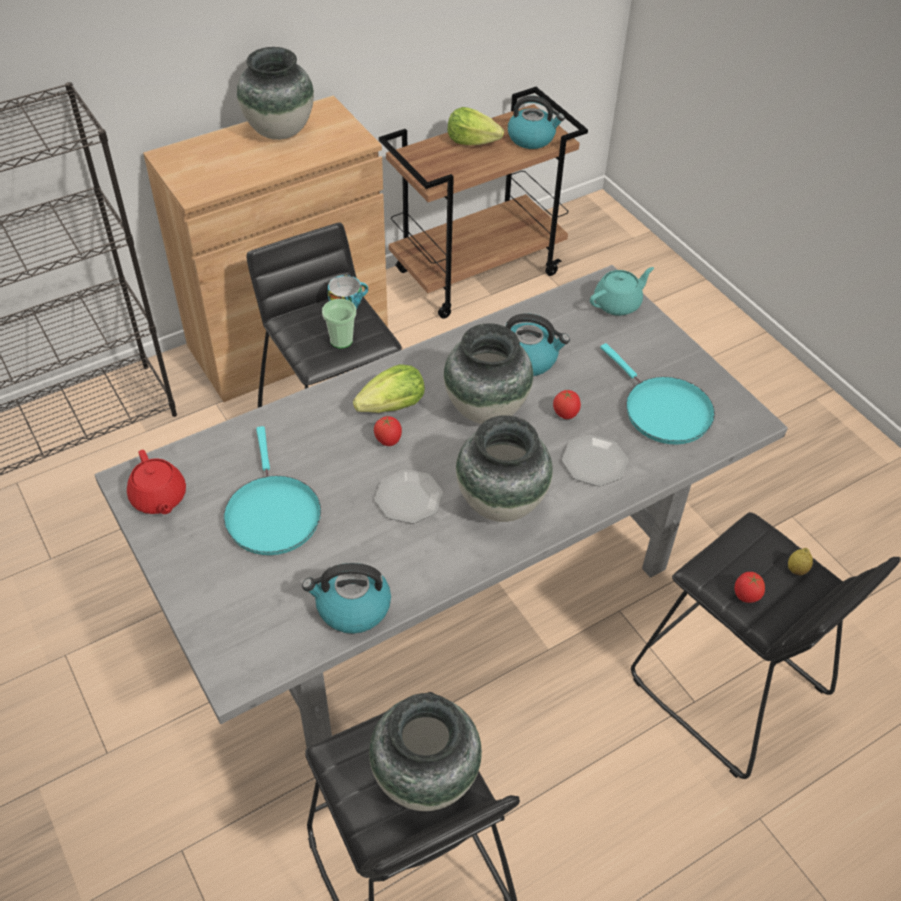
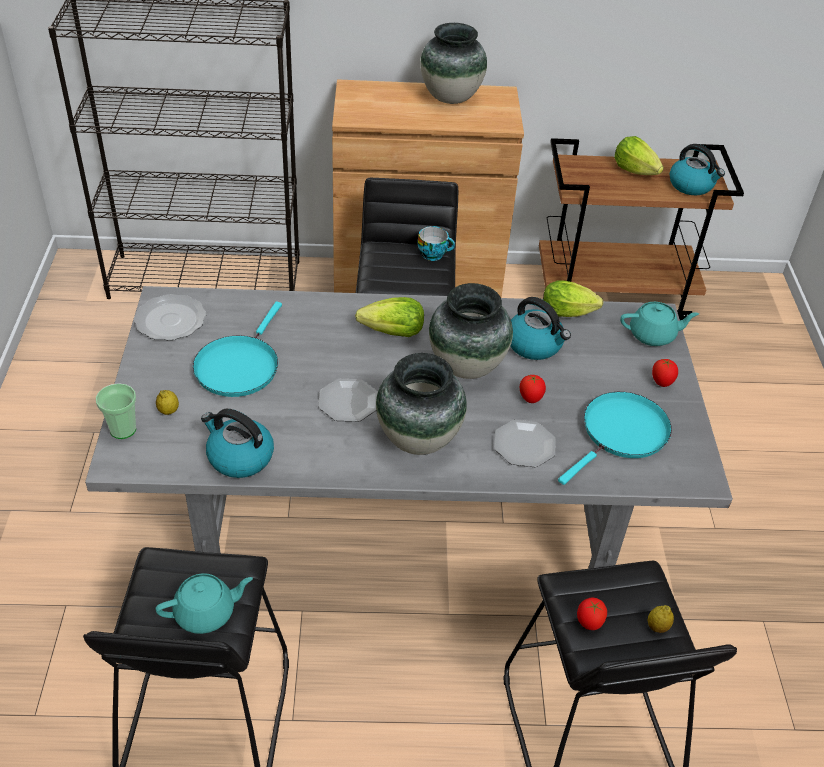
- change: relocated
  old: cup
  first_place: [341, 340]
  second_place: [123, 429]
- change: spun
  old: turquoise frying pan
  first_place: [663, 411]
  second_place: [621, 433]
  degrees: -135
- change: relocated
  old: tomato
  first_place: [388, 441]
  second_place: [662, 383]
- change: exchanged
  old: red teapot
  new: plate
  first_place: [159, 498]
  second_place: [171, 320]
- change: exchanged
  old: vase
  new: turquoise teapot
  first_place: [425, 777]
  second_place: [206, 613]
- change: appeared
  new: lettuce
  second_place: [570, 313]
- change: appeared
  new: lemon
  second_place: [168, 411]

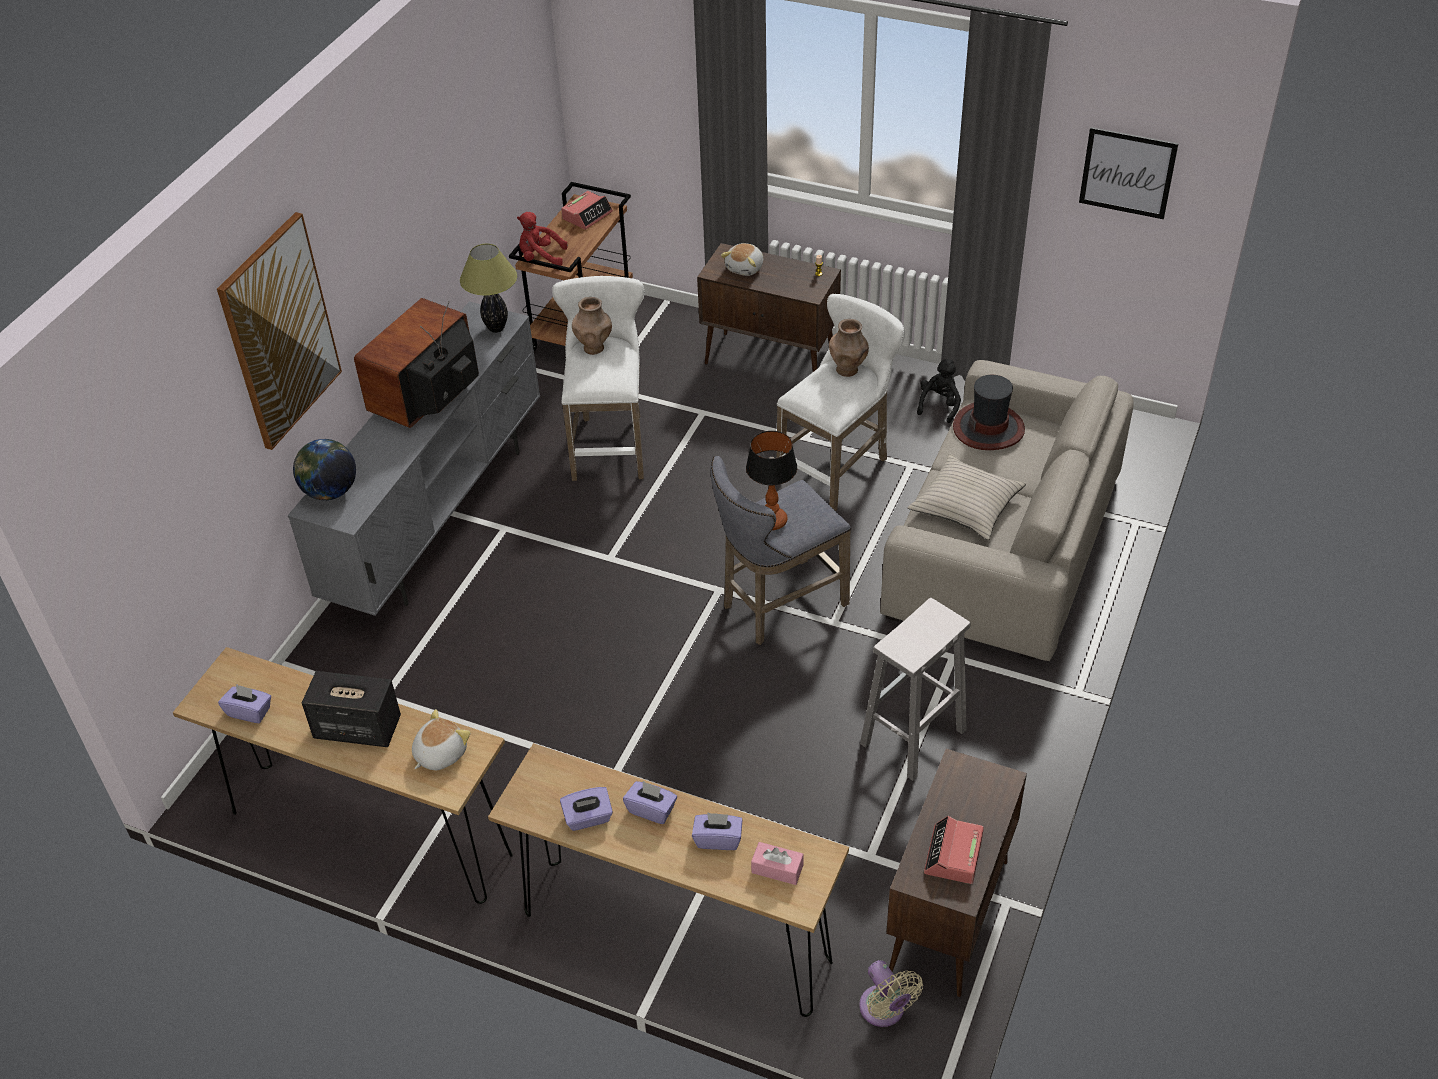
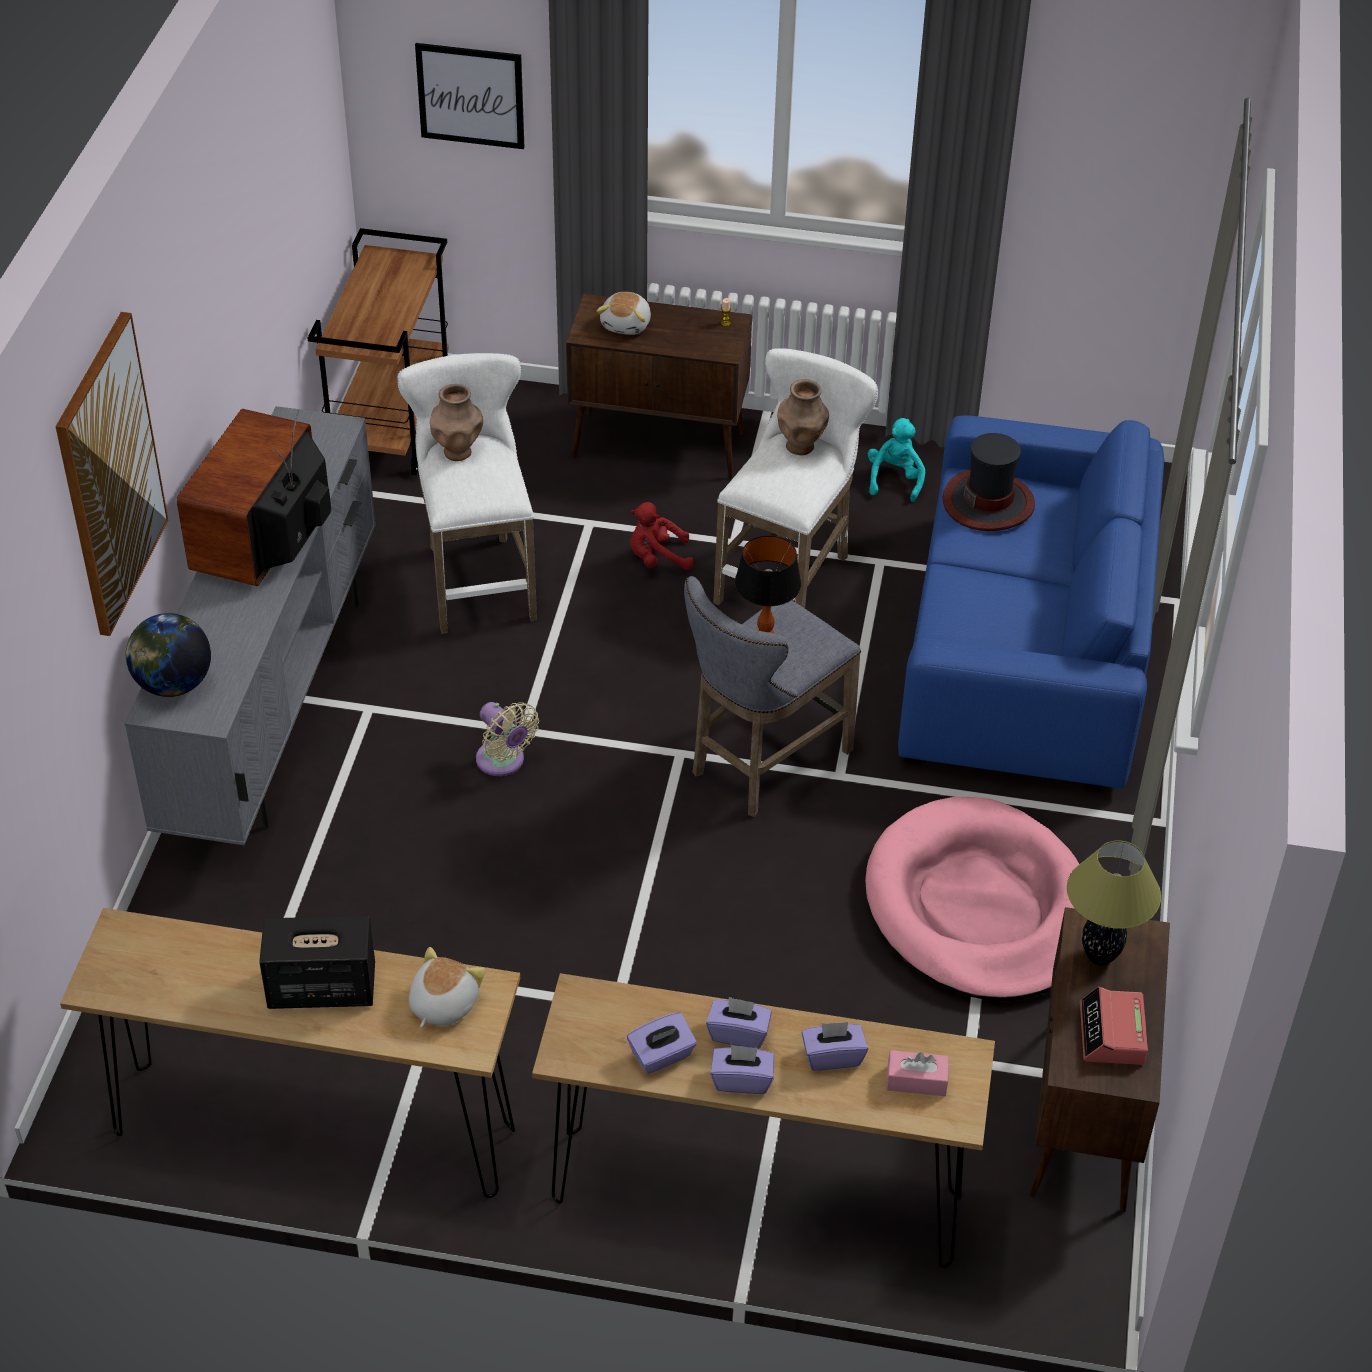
- change: relocated
  old: picture
  first_place: [1127, 172]
  second_place: [470, 95]
- change: missing
  old: alarm clock
  first_place: [587, 215]
- change: relocated
  old: red plush toy
  first_place: [540, 257]
  second_place: [657, 558]
- change: relocated
  old: table lamp
  first_place: [497, 328]
  second_place: [1100, 957]
- change: colour
  old: black plush toy
  new: turquoise plush toy
  first_place: [939, 405]
  second_place: [895, 479]
- change: colour
  old: beige sofa
  new: blue sofa
  first_place: [1004, 545]
  second_place: [1025, 651]
- change: missing
  old: beige pillow
  first_place: [966, 505]
- change: exchanged
  old: white stool
  new: pink dog bed
  first_place: [912, 738]
  second_place: [979, 908]
- change: relocated
  old: purple tissue box
  first_place: [249, 712]
  second_place: [741, 1080]
- change: relocated
  old: beige fan
  first_place: [884, 1010]
  second_place: [503, 762]

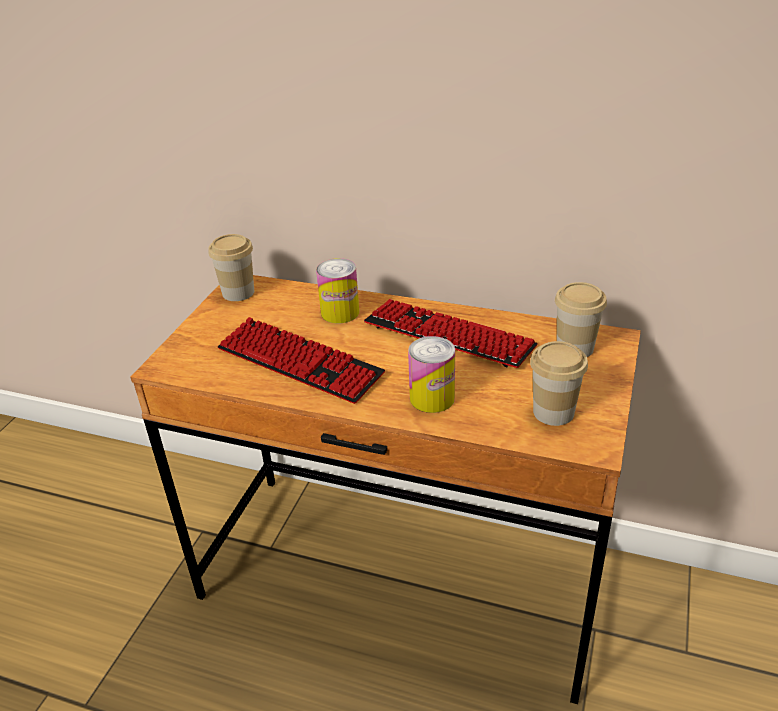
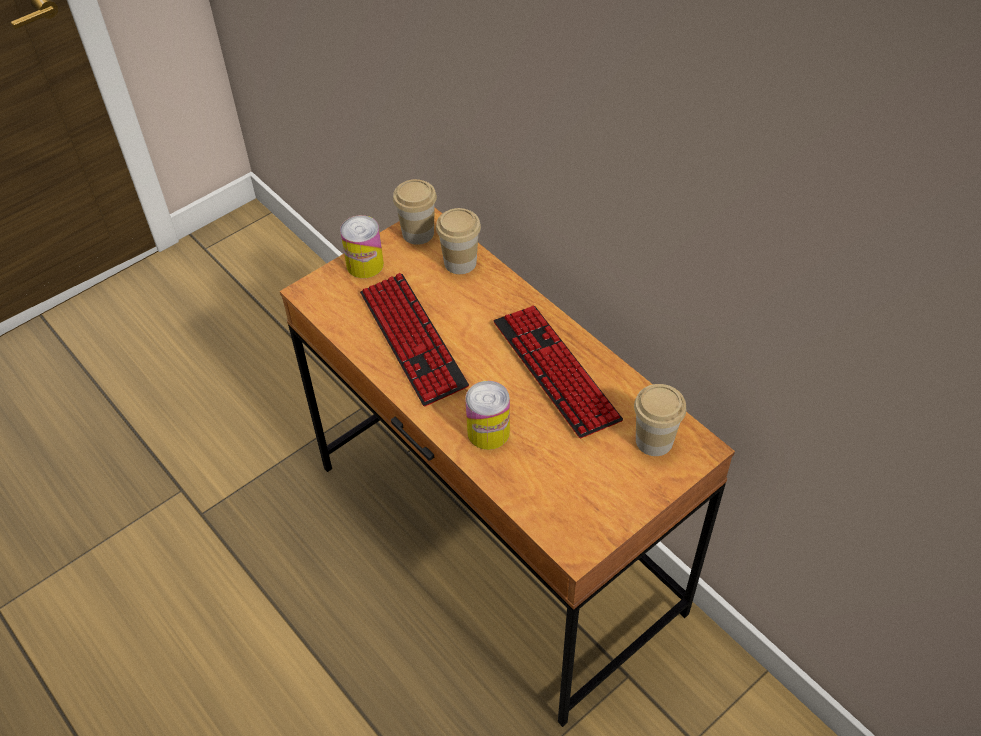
- change: relocated
  old: can
  first_place: [340, 312]
  second_place: [365, 264]
- change: relocated
  old: cup
  first_place: [553, 412]
  second_place: [460, 262]

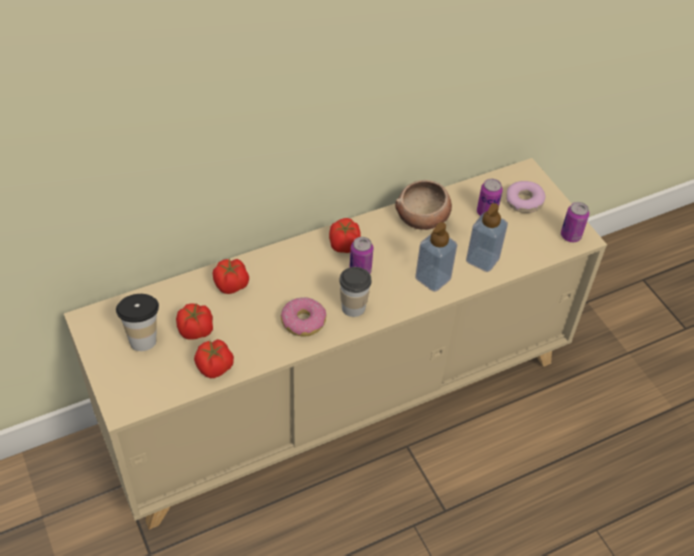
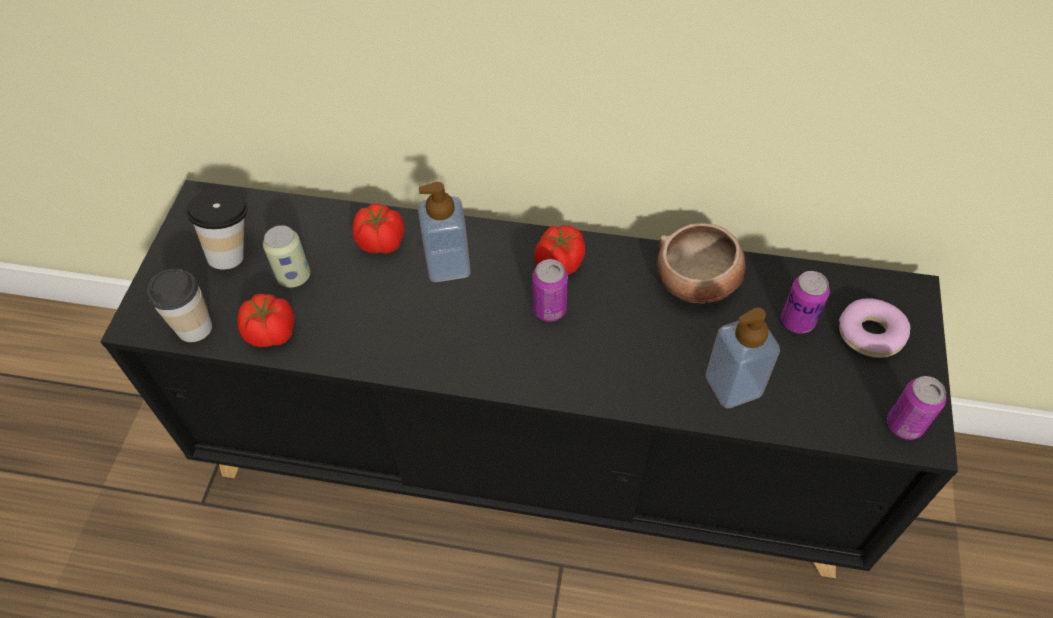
- change: colour
  old: beige cabinet
  new: black cabinet
  first_place: [341, 397]
  second_place: [532, 456]
- change: relocated
  old: soap dispenser
  first_place: [433, 278]
  second_place: [448, 265]
- change: relocated
  old: cup
  first_place: [353, 307]
  second_place: [194, 327]
- change: missing
  old: donut
  first_place: [303, 322]
- change: exchanged
  old: tomato
  new: can
  first_place: [196, 331]
  second_place: [294, 276]

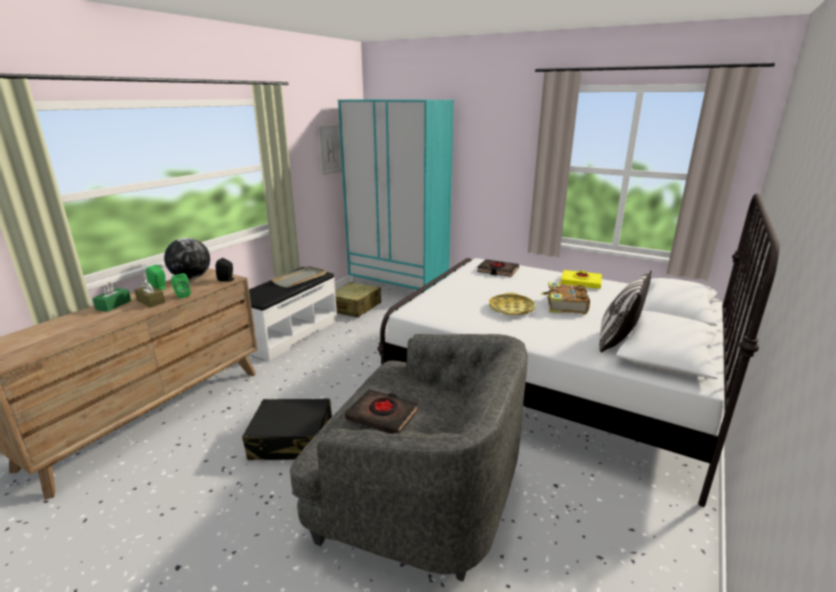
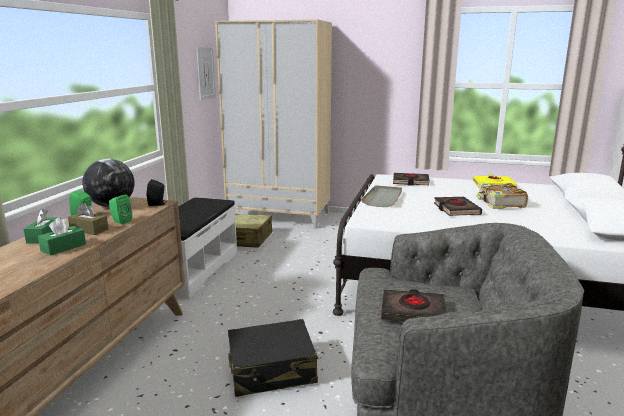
- change: colour
  old: turquoise wardrobe
  new: beige wardrobe
  first_place: [399, 286]
  second_place: [279, 216]
- change: relocated
  old: grey tray
  first_place: [300, 278]
  second_place: [383, 198]
- change: missing
  old: pillow
  first_place: [617, 341]
- change: exchanged
  old: yellow tray
  new: black book
  first_place: [511, 309]
  second_place: [456, 209]
- change: appeared
  new: green tissue box
  second_place: [63, 247]

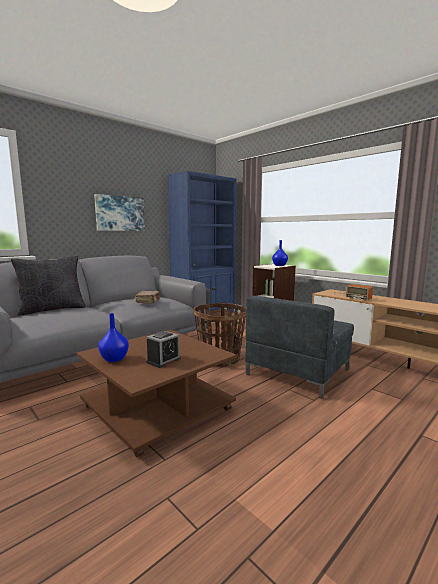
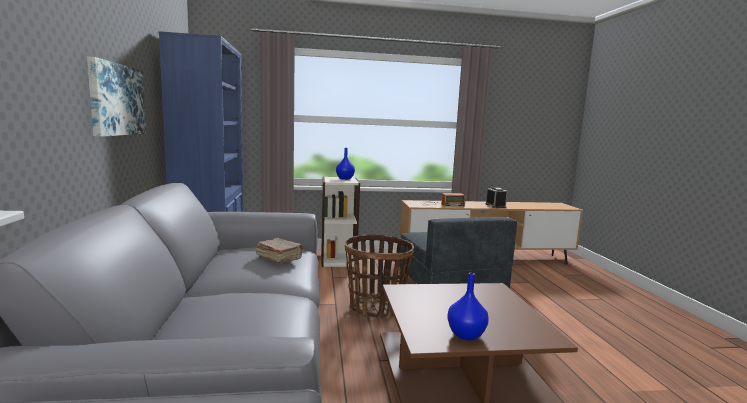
- change: missing
  old: black pillow
  first_place: [52, 309]
- change: relocated
  old: alarm clock
  first_place: [163, 360]
  second_place: [495, 206]

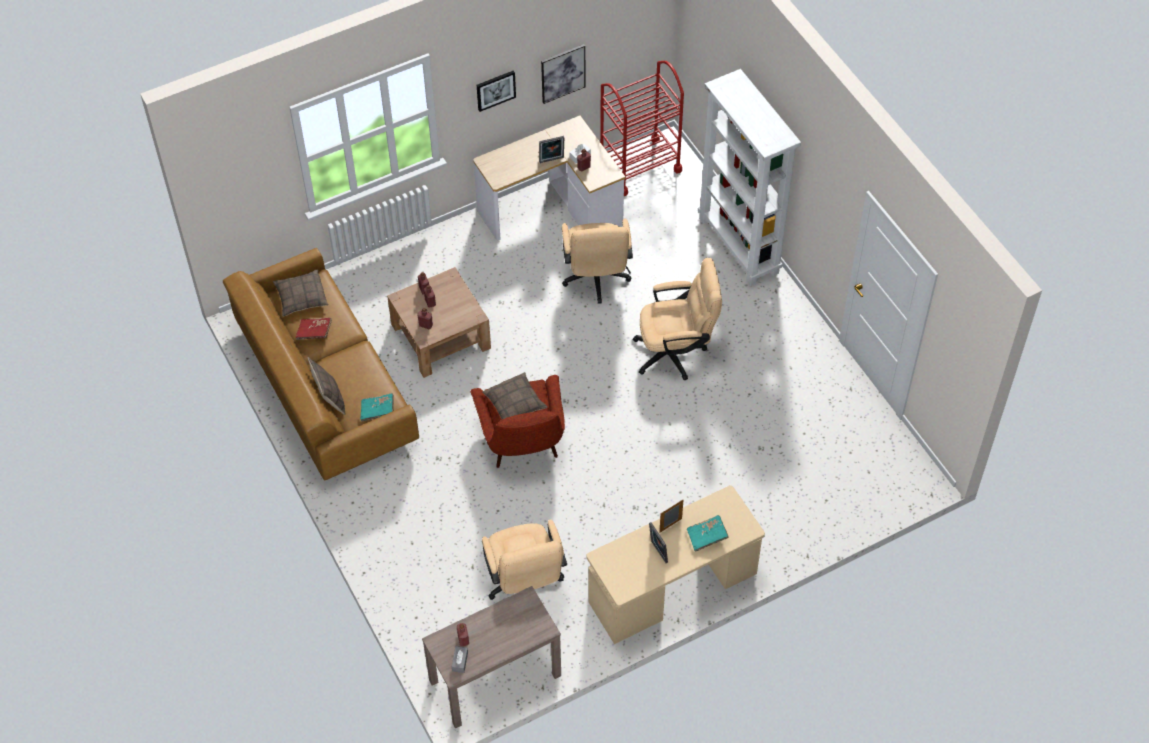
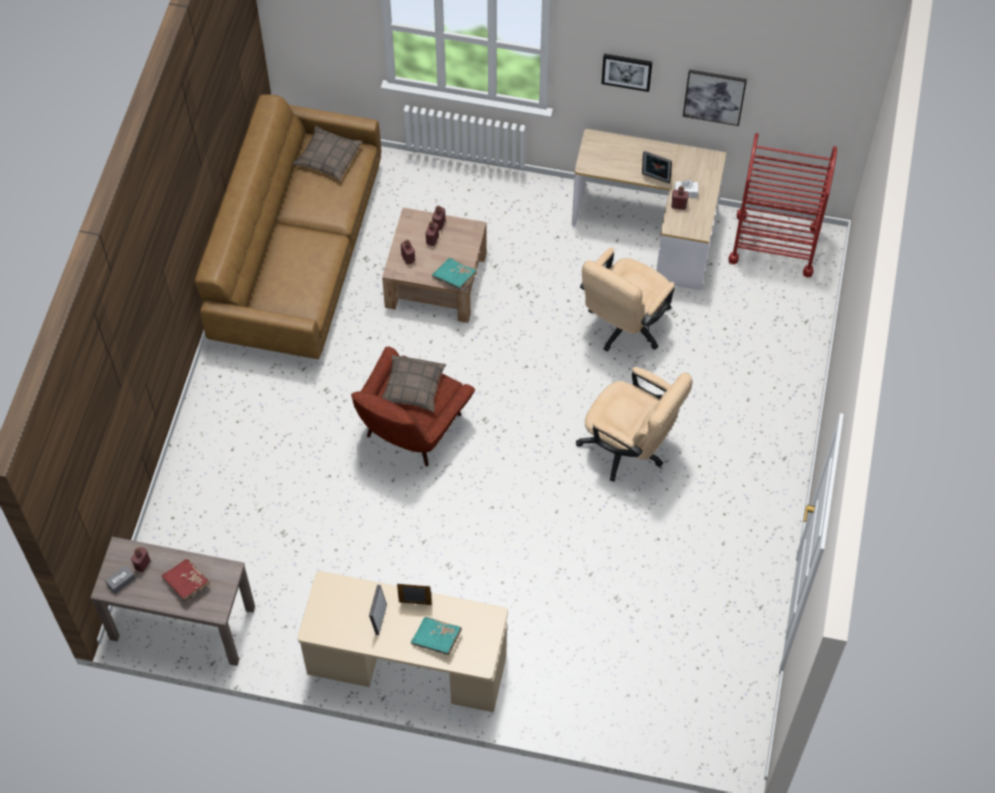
- change: missing
  old: white bookcase
  first_place: [739, 246]
- change: relocated
  old: red book
  first_place: [314, 332]
  second_place: [186, 583]
- change: missing
  old: pillow
  first_place: [329, 398]
- change: relocated
  old: turquoise book
  first_place: [378, 411]
  second_place: [454, 278]
- change: missing
  old: beige office chair
  first_place: [525, 586]

